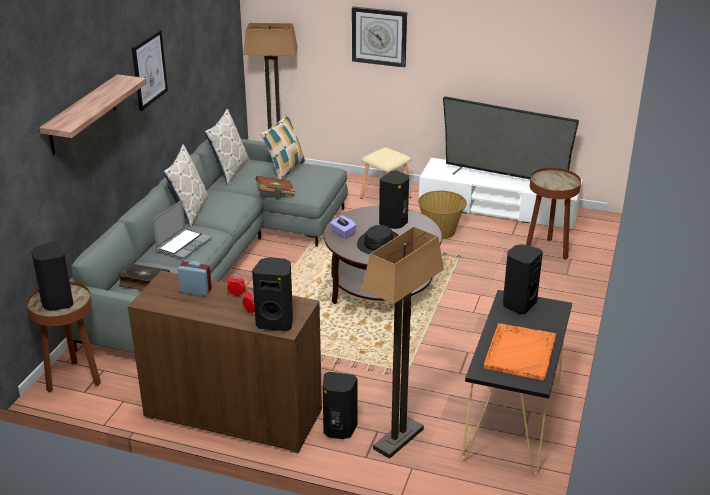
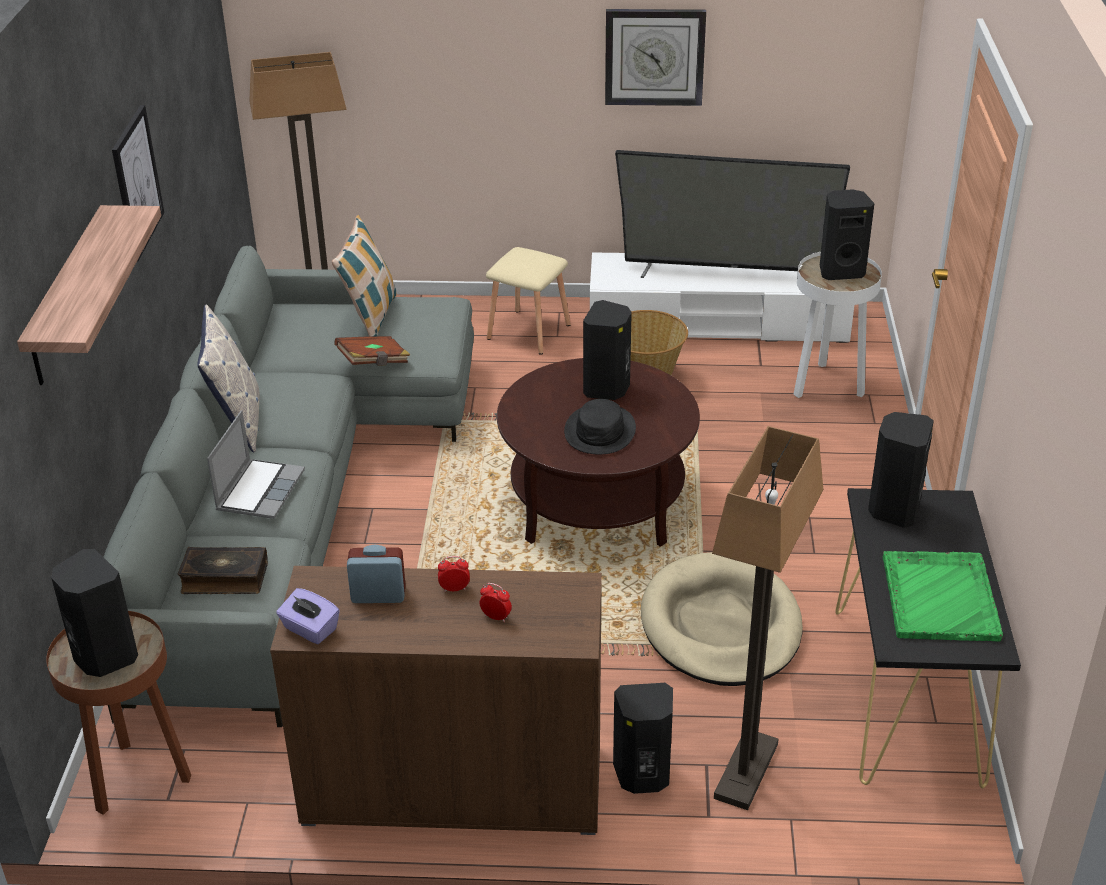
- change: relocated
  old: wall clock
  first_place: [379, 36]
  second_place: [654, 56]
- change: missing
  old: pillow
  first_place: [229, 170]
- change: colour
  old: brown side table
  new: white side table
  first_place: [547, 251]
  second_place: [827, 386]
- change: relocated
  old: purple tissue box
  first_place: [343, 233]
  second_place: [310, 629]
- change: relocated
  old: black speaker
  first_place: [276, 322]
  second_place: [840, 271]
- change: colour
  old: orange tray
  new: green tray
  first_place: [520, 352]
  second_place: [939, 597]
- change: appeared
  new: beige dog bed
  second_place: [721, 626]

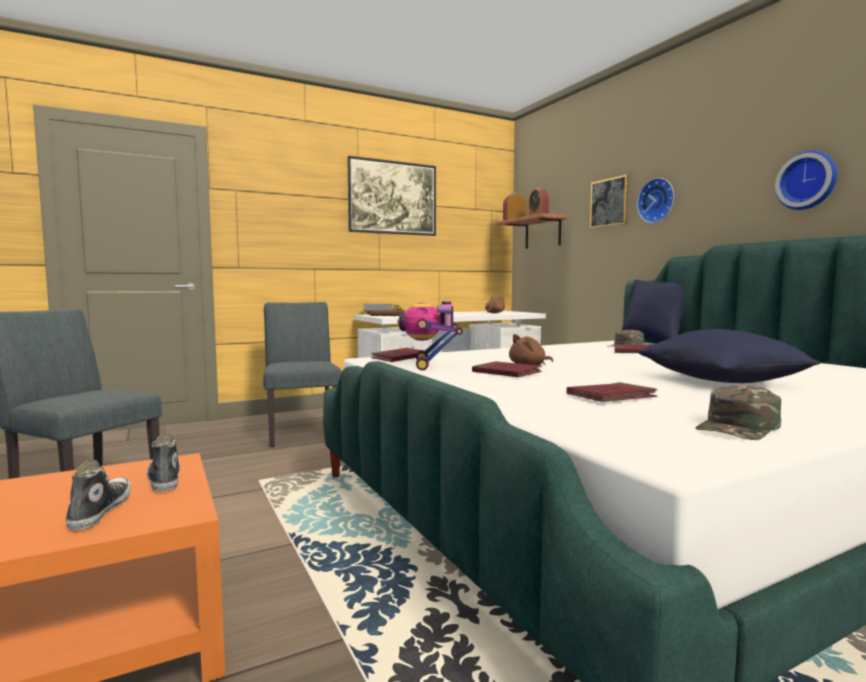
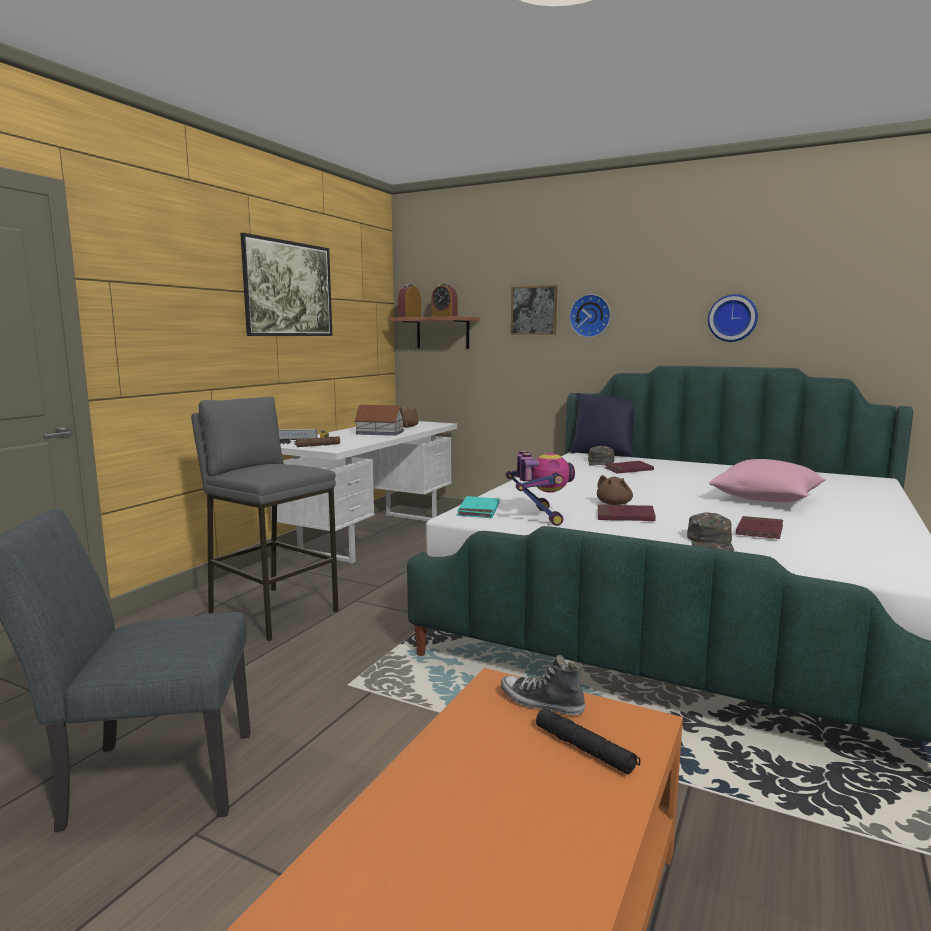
- change: spun
  old: toy robot
  first_place: [430, 365]
  second_place: [540, 517]
  degrees: -150
- change: exchanged
  old: grey chair
  new: grey stool
  first_place: [302, 431]
  second_place: [273, 611]
- change: colour
  old: blue pillow
  new: pink pillow
  first_place: [722, 381]
  second_place: [767, 500]
- change: colour
  old: red book
  new: turquoise book
  first_place: [400, 358]
  second_place: [478, 510]
- change: relocated
  old: green cap
  first_place: [739, 427]
  second_place: [711, 542]
- change: exchanged
  old: shoe
  new: black flashlight
  first_place: [100, 511]
  second_place: [585, 749]
- change: appeared
  new: toy house
  second_place: [380, 433]

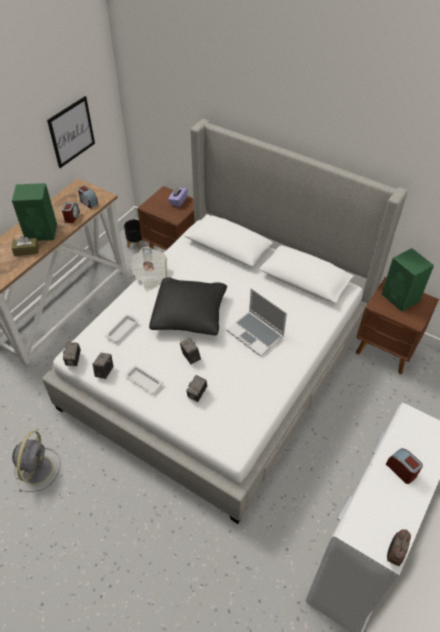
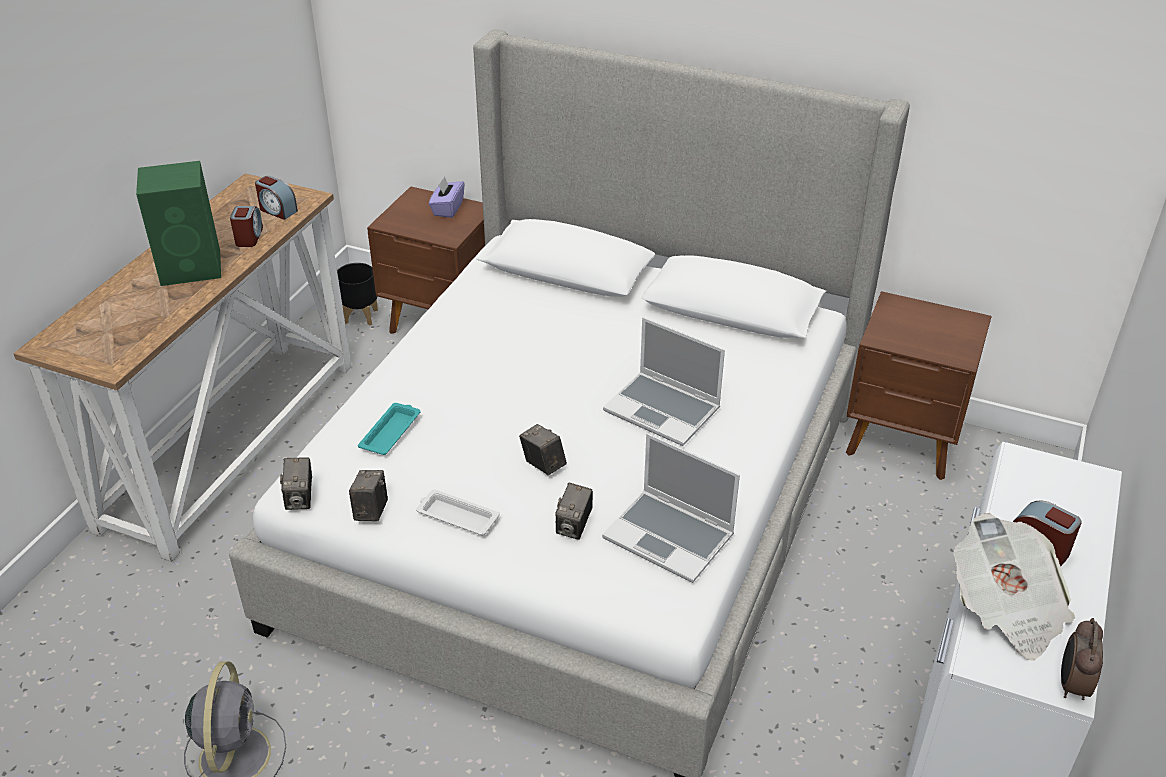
- change: missing
  old: picture
  first_place: [71, 132]
- change: missing
  old: brown tissue box
  first_place: [26, 250]
- change: relocated
  old: newspaper
  first_place: [150, 276]
  second_place: [1006, 609]
- change: missing
  old: green speaker
  first_place: [401, 298]
- change: missing
  old: black pillow
  first_place: [189, 314]
- change: colour
  old: white tray
  new: turquoise tray
  first_place: [122, 329]
  second_place: [391, 432]
- change: appeared
  new: laptop
  second_place: [670, 537]

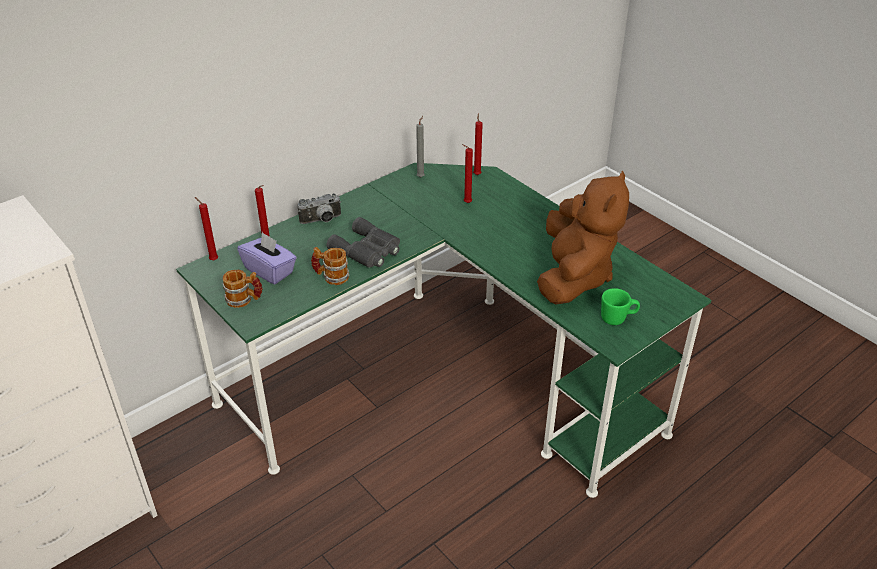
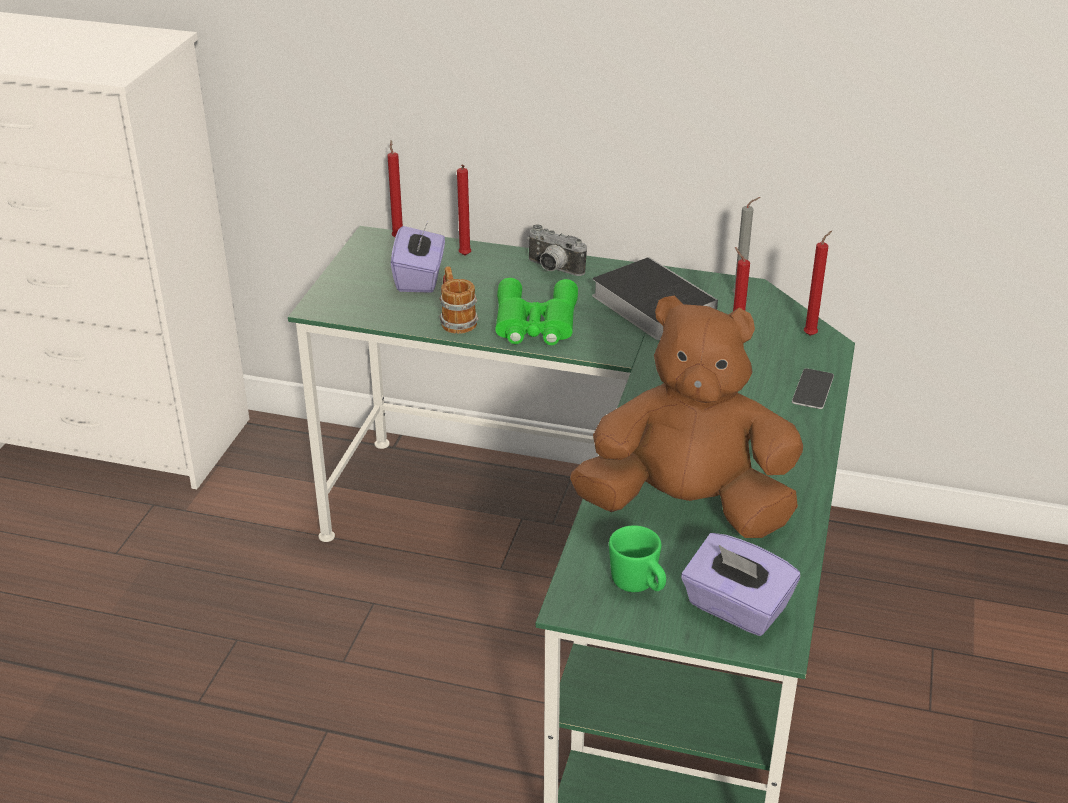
- change: spun
  old: brown plush toy
  first_place: [574, 276]
  second_place: [687, 507]
  degrees: -150
- change: colour
  old: grey binoculars
  new: green binoculars
  first_place: [367, 251]
  second_place: [535, 323]
- change: missing
  old: mug
  first_place: [244, 300]
- change: appeared
  new: book
  second_place: [649, 304]
- change: appeared
  new: phone
  second_place: [813, 389]
- change: appeared
  new: purple tissue box
  second_place: [736, 608]

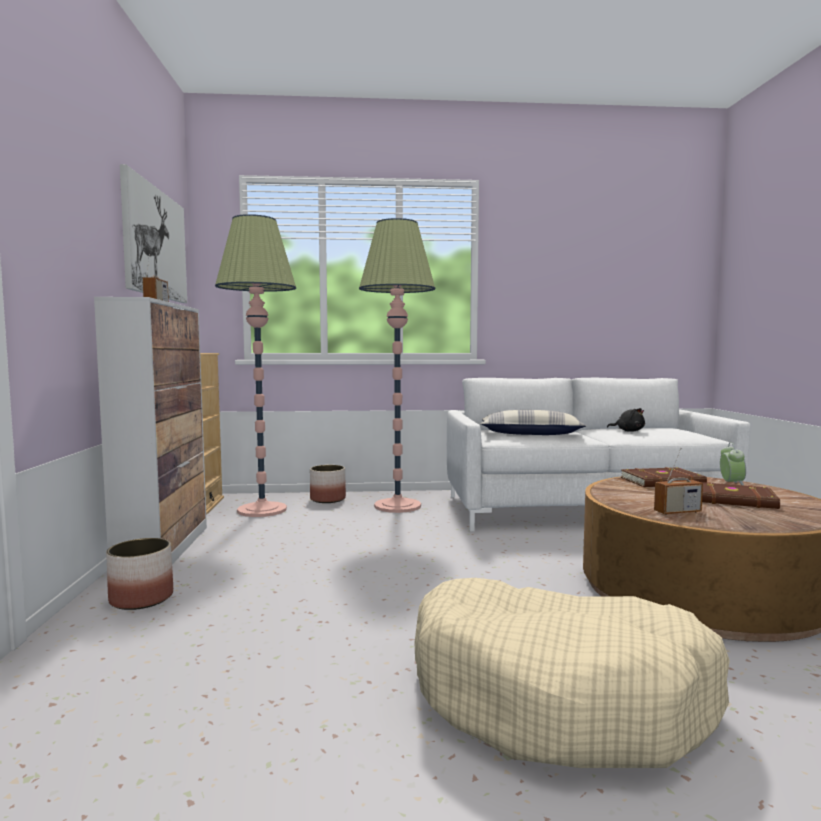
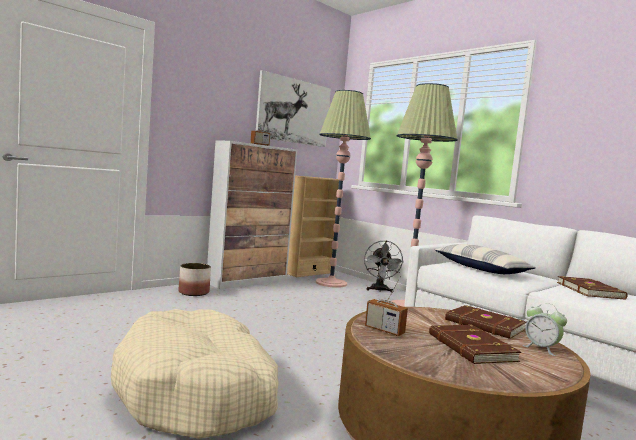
- change: exchanged
  old: black plush toy
  new: brown book
  first_place: [628, 431]
  second_place: [590, 291]
- change: spun
  old: alarm clock
  first_place: [731, 484]
  second_place: [541, 349]
  degrees: 75
- change: exchanged
  old: planter
  new: grey fan
  first_place: [328, 499]
  second_place: [379, 290]

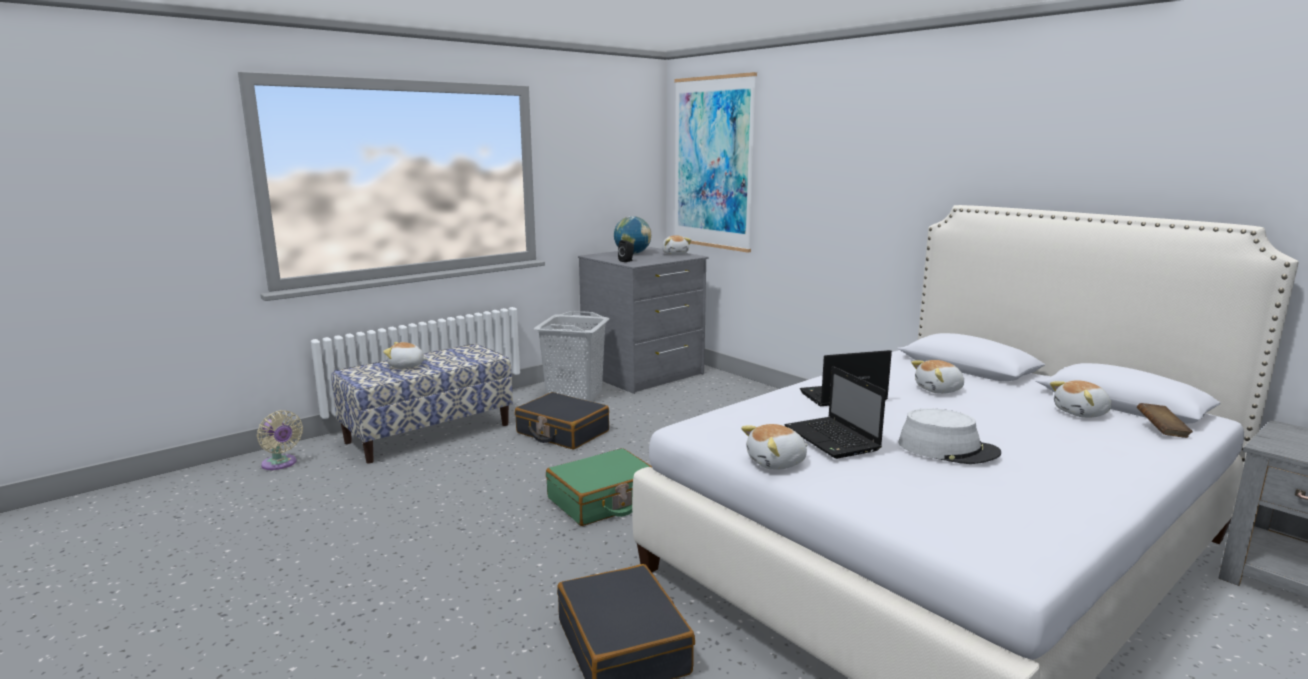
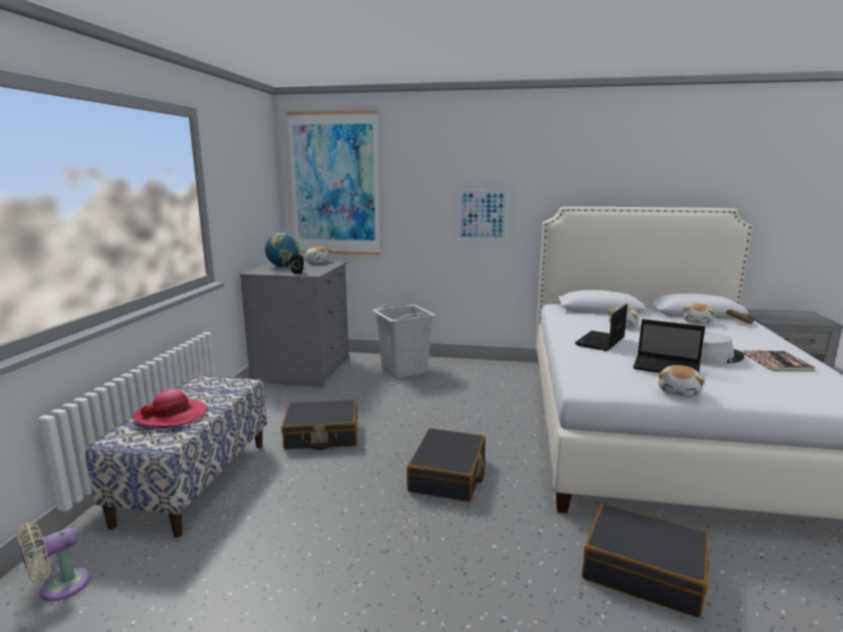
- change: relocated
  old: grey laundry basket
  first_place: [575, 395]
  second_place: [404, 370]
- change: exchanged
  old: plush toy
  new: hat
  first_place: [406, 366]
  second_place: [171, 416]
- change: spun
  old: beige fan
  first_place: [280, 464]
  second_place: [59, 587]
  degrees: 135
- change: colour
  old: green suitcase
  new: black suitcase
  first_place: [604, 501]
  second_place: [448, 475]
- change: appeared
  new: picture
  second_place: [482, 215]
- change: appeared
  new: book
  second_place: [777, 362]

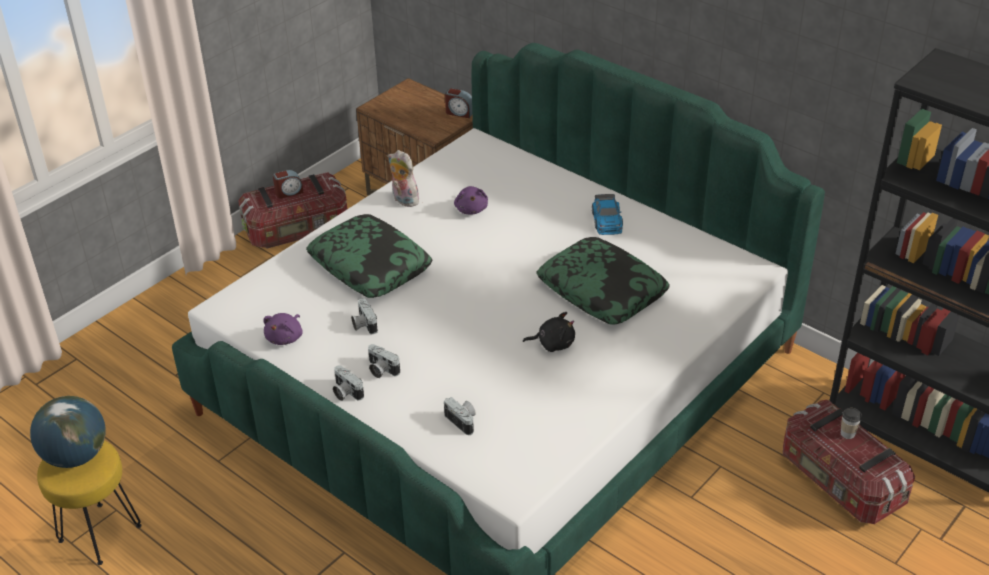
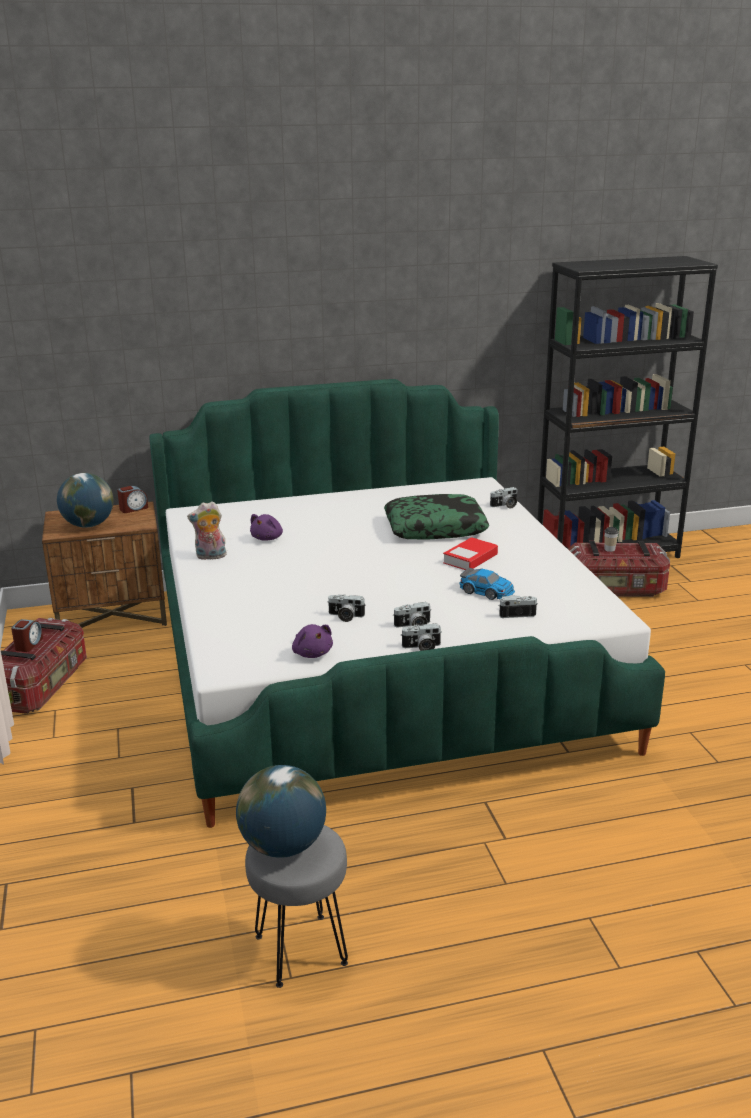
- change: spun
  old: purple plush toy
  first_place: [471, 209]
  second_place: [268, 538]
  degrees: 90
- change: relocated
  old: toy car
  first_place: [607, 221]
  second_place: [487, 592]
- change: missing
  old: pillow
  first_place: [370, 266]
- change: exchanged
  old: black plush toy
  new: book
  first_place: [553, 343]
  second_place: [470, 559]
- change: colour
  old: yellow stool
  new: grey stool
  first_place: [100, 534]
  second_place: [302, 950]
- change: appeared
  new: globe
  second_place: [88, 525]
- change: appeared
  new: photo camera
  second_place: [505, 506]

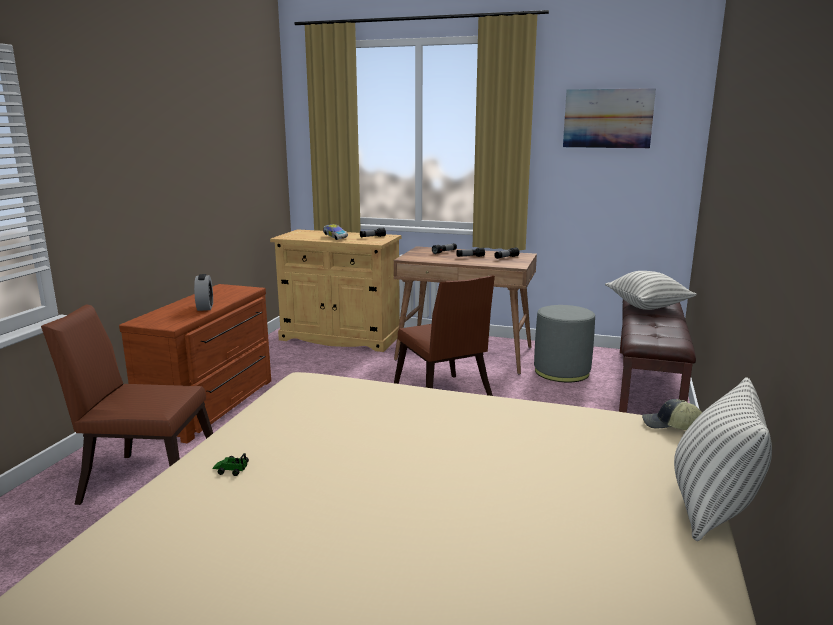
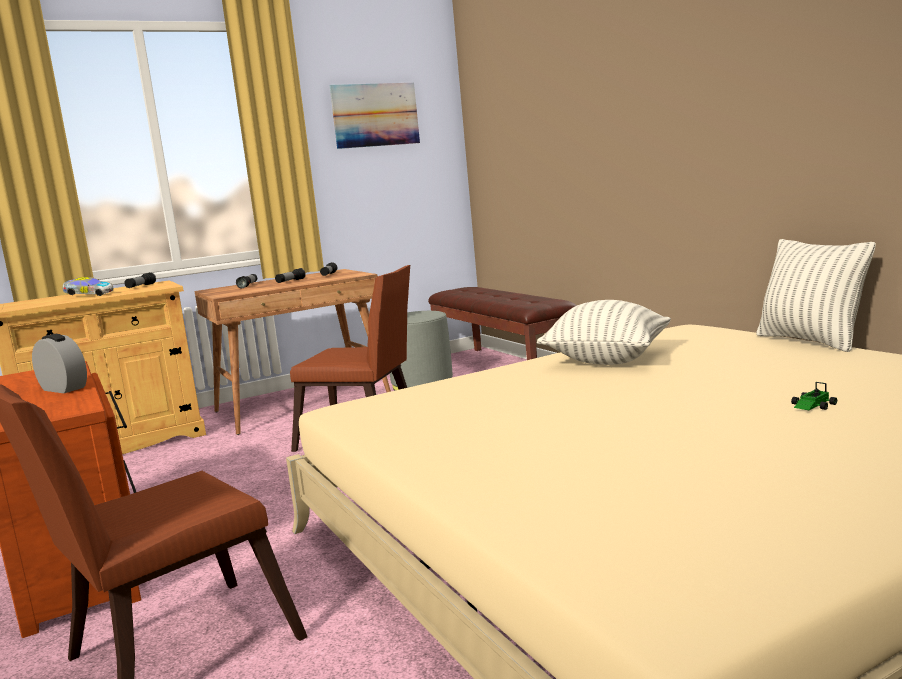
- change: relocated
  old: pillow
  first_place: [647, 306]
  second_place: [607, 360]
- change: missing
  old: cap
  first_place: [669, 425]
- change: relocated
  old: toy car
  first_place: [229, 468]
  second_place: [811, 405]

